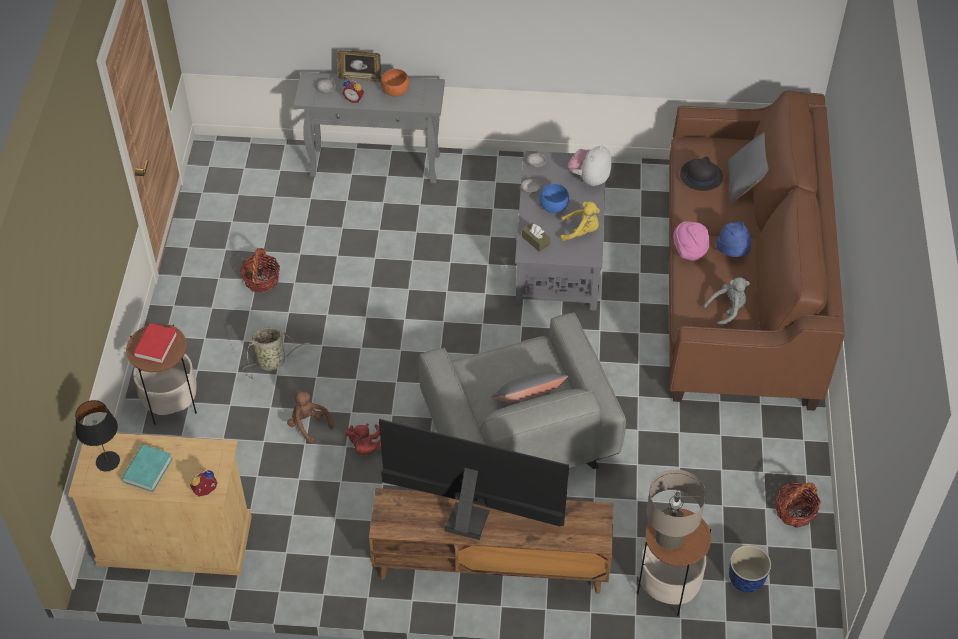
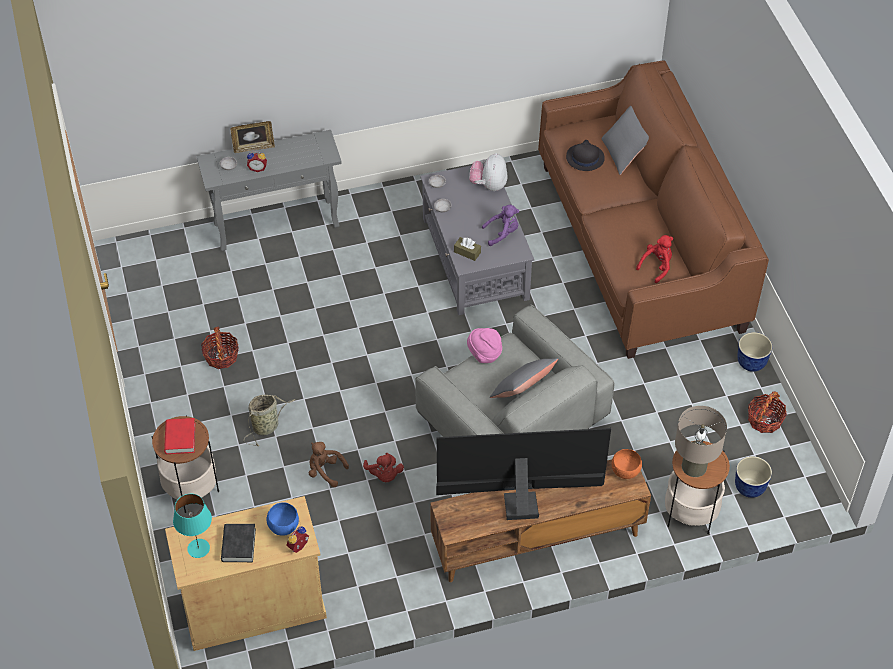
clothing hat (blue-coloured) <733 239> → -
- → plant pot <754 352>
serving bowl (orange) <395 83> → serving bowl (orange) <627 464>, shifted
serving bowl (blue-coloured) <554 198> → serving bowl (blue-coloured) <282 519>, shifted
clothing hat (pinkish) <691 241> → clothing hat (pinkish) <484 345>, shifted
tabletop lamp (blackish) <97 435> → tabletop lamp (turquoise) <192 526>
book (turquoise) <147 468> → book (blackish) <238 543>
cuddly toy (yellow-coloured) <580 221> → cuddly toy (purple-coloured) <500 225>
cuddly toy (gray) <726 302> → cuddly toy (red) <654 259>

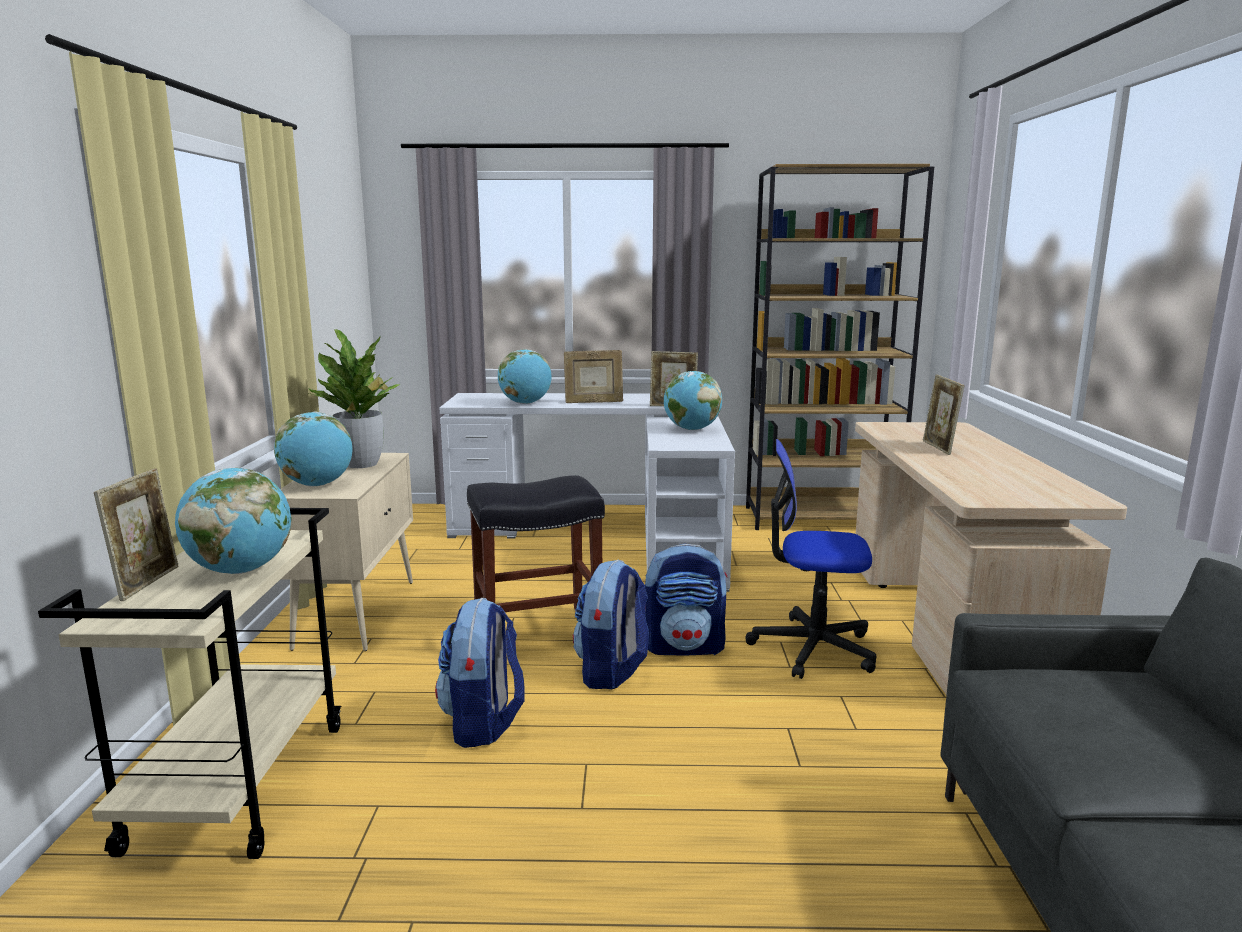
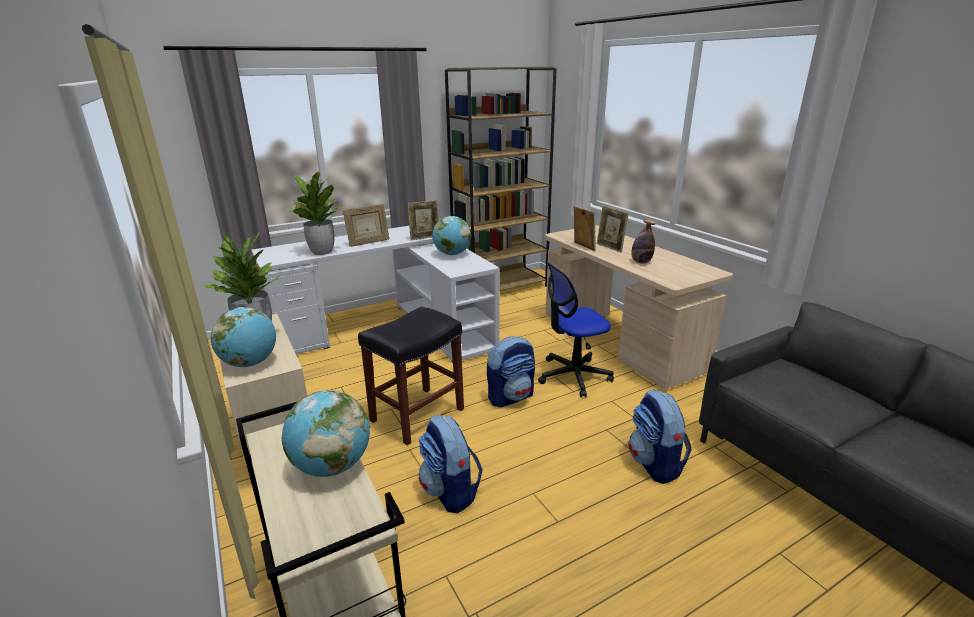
- → bottle <643 242>
standing frame <136 534> → standing frame <585 228>, shifted
rucksack <611 624> → rucksack <660 436>, shifted
world globe <525 376> → houseplant <316 213>

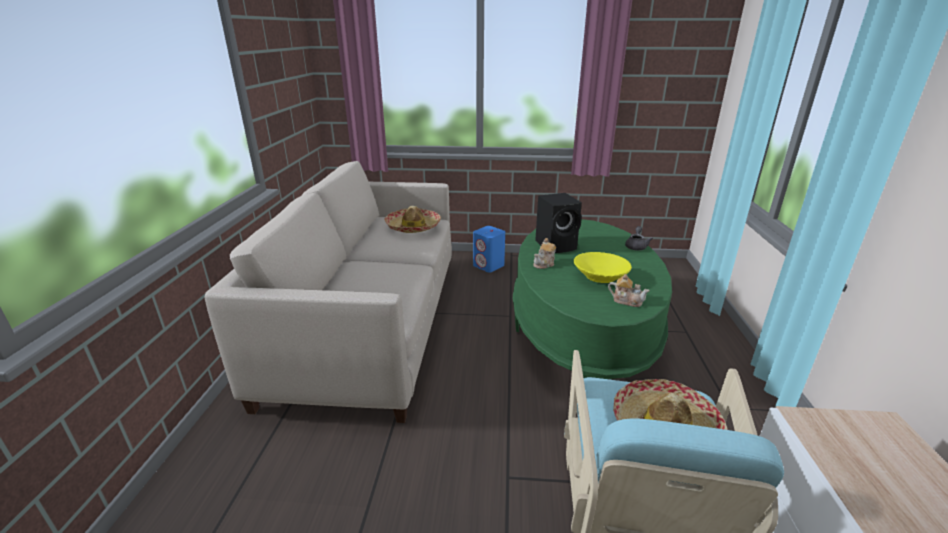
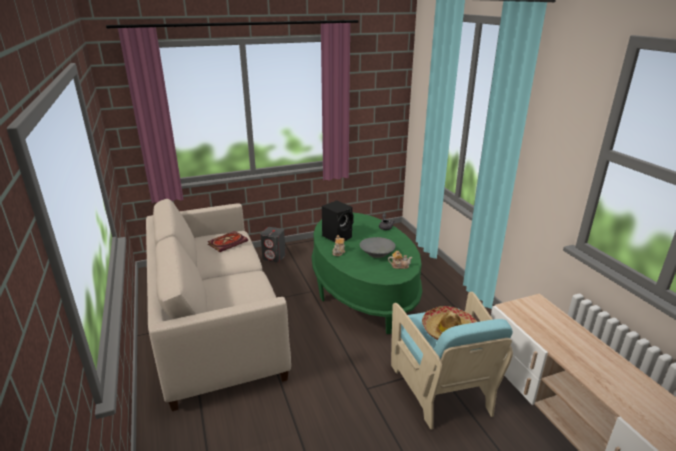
clothing hat <412 219> → book <227 241>
speaker (blue-coloured) <489 249> → speaker (gray) <273 244>
serving bowl (yellow-coloured) <603 267> → serving bowl (gray) <378 247>

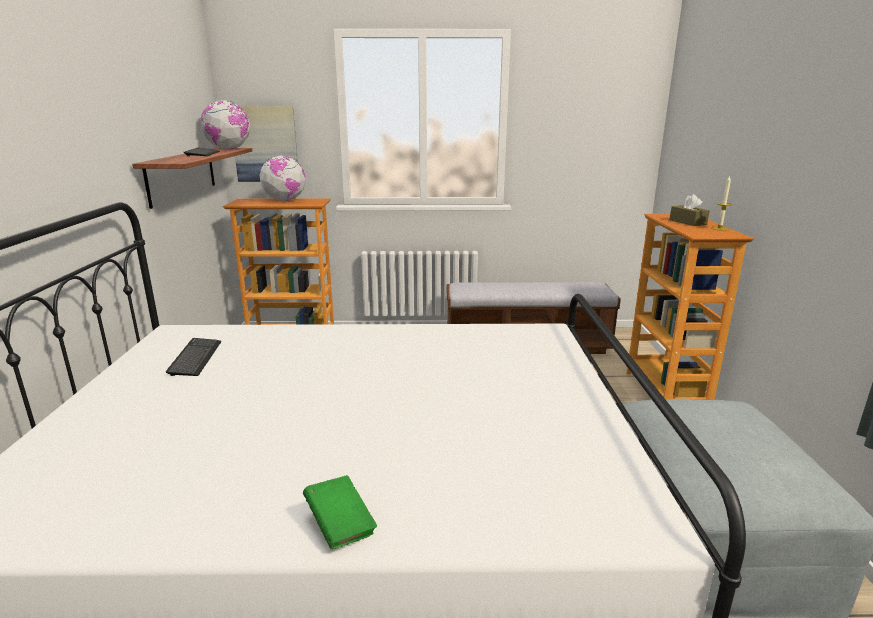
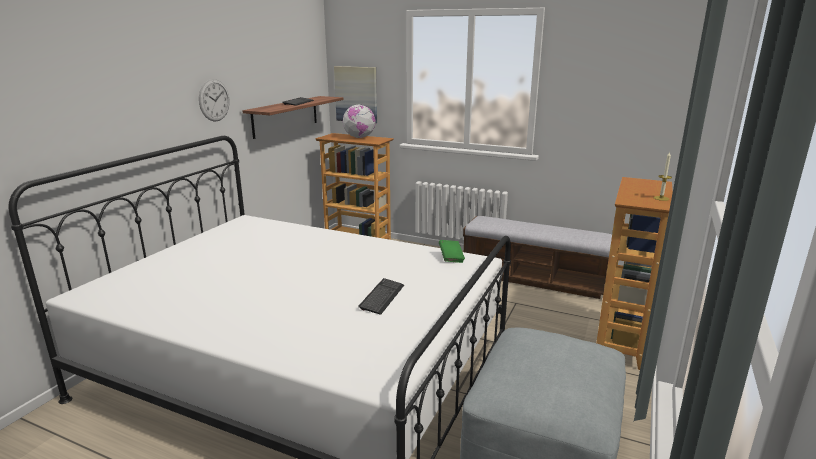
world globe <225 124> → -
box of tissues (brown-coloured) <690 210> → -
- → clock on the wall <214 100>
computer keyboard <193 357> → computer keyboard <381 296>, shifted
book (greenish) <340 512> → book (greenish) <452 251>, shifted

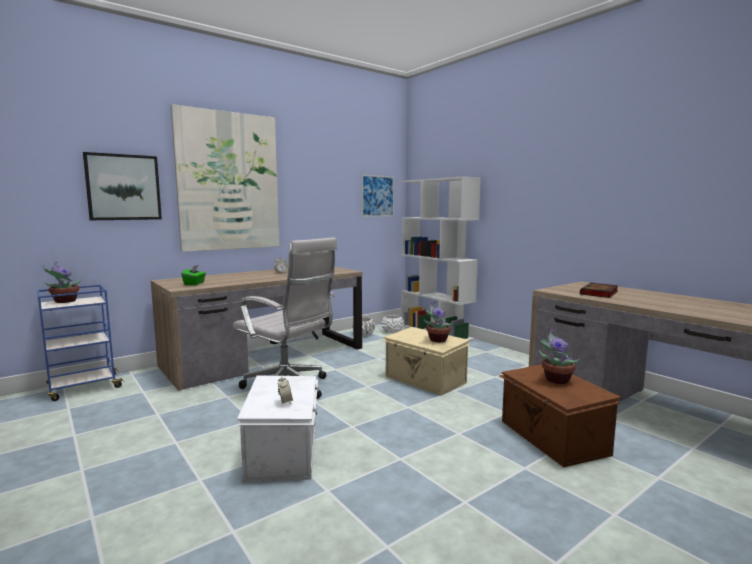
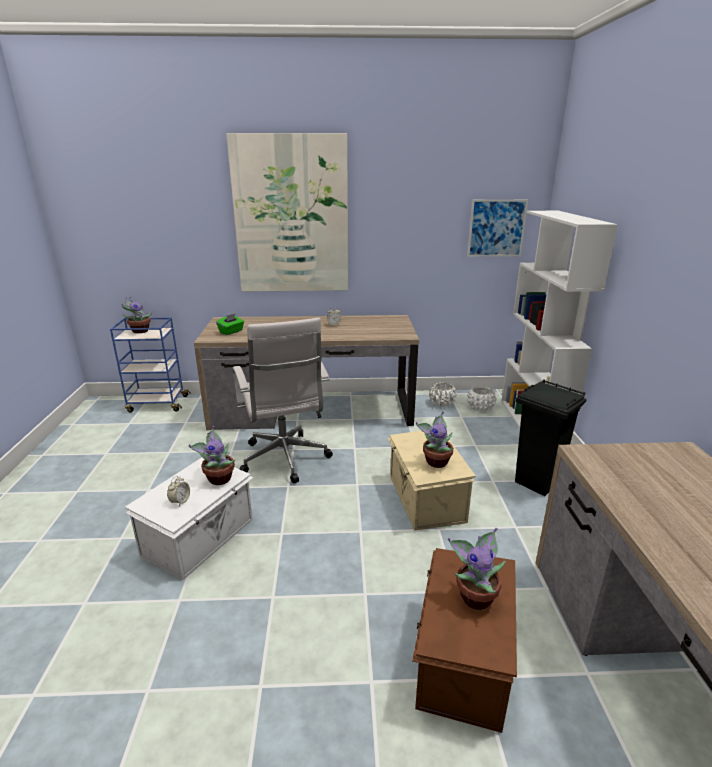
picture <122 186> → -
book <599 290> → -
- → houseplant <212 455>
- → waste bin (blackish) <551 437>

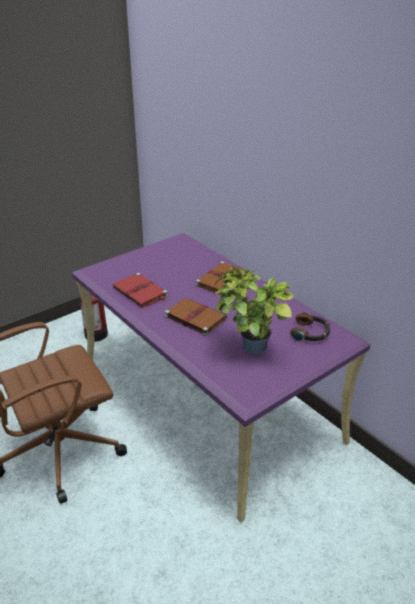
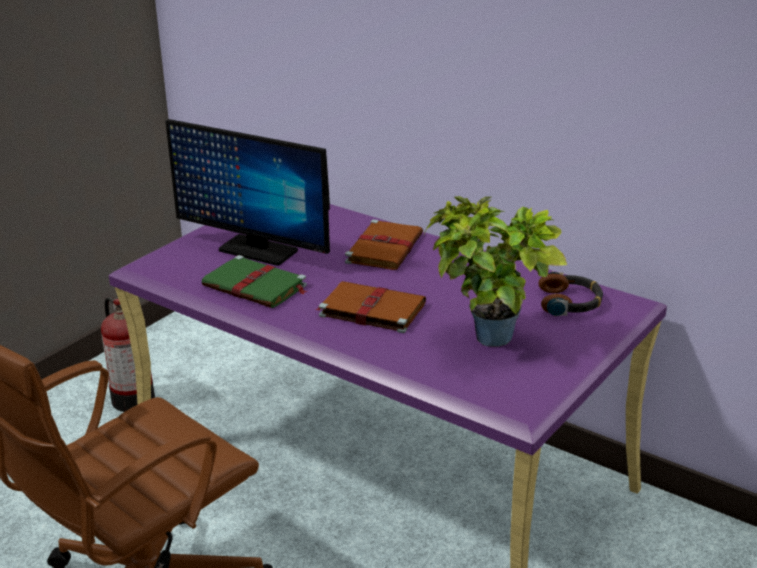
- → monitor <247 192>
book (red) <140 290> → book (greenish) <254 281>

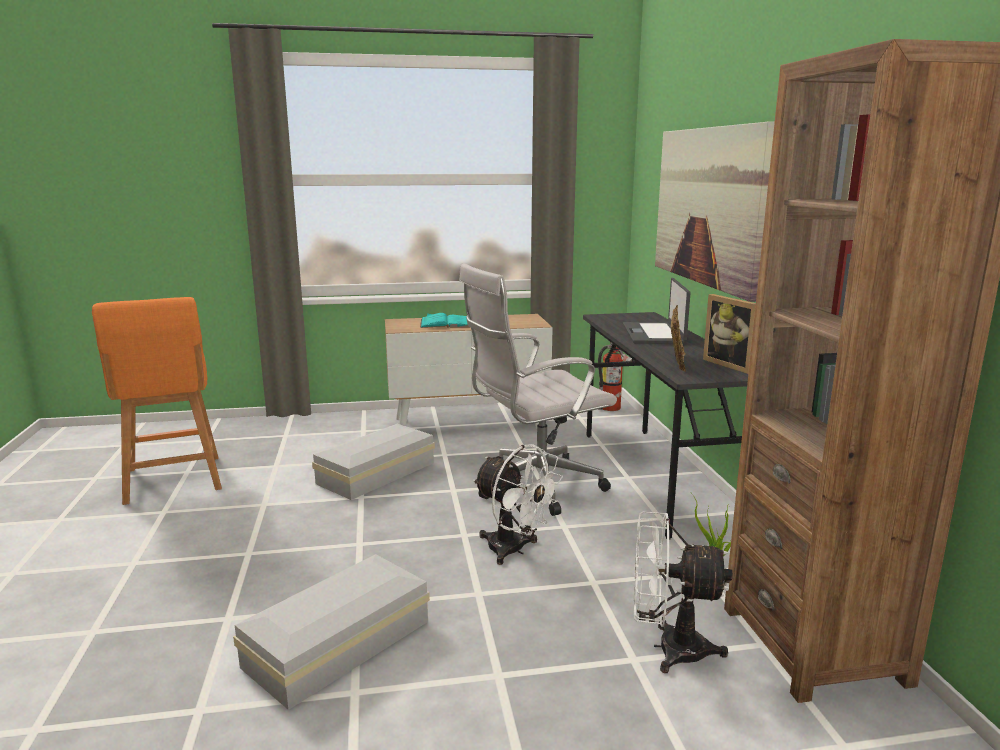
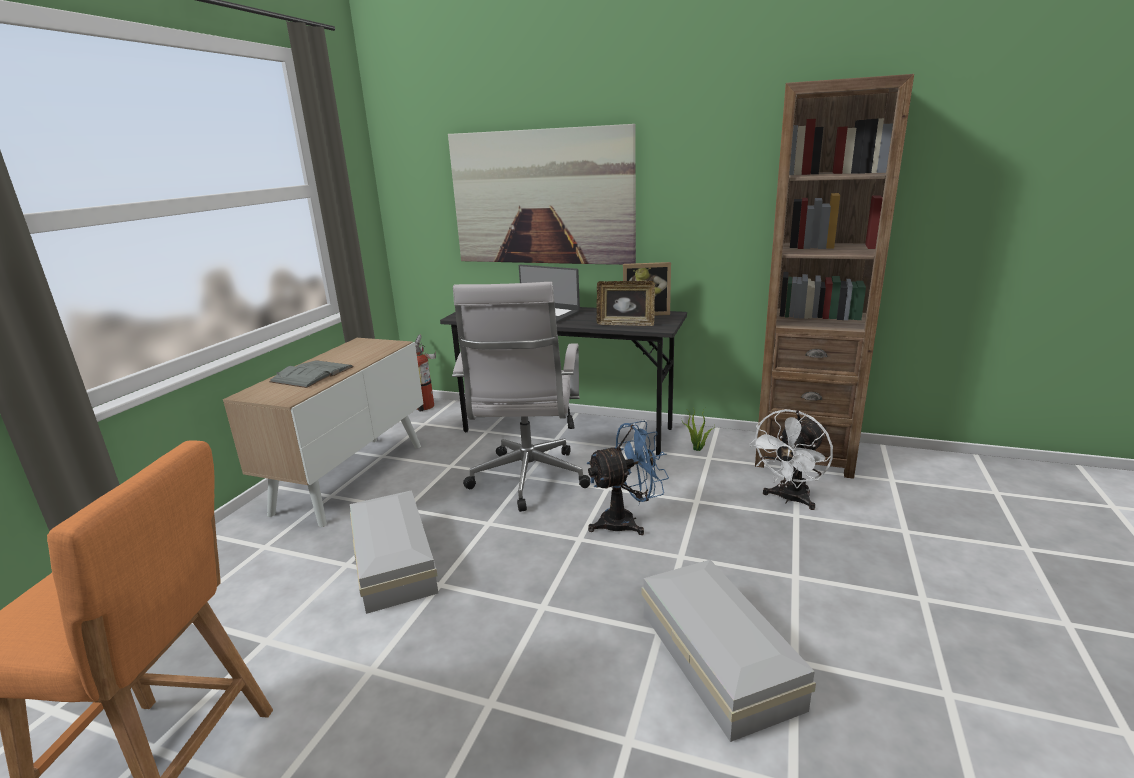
book (turquoise) <444 320> → book (gray) <311 374>
fan (whitish) <518 504> → fan (blue-coloured) <627 478>
standing frame <678 338> → standing frame <625 303>, 150 degrees clockwise

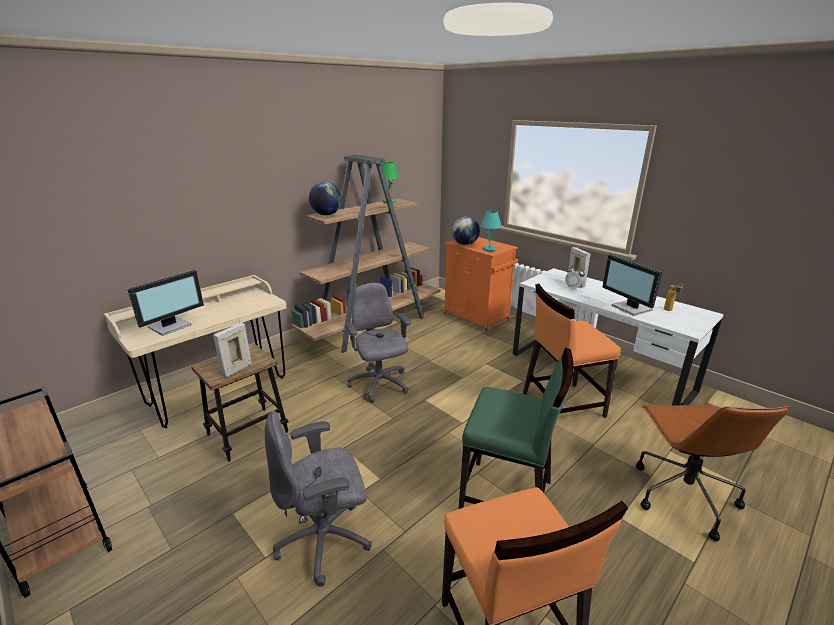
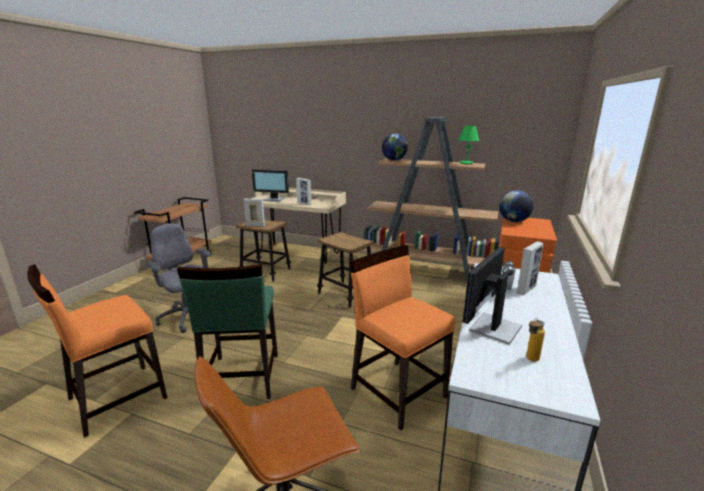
tabletop lamp (turquoise) <491 230> → -
- → standing frame <304 192>
office chair (gray) <378 343> → stool seat <345 270>

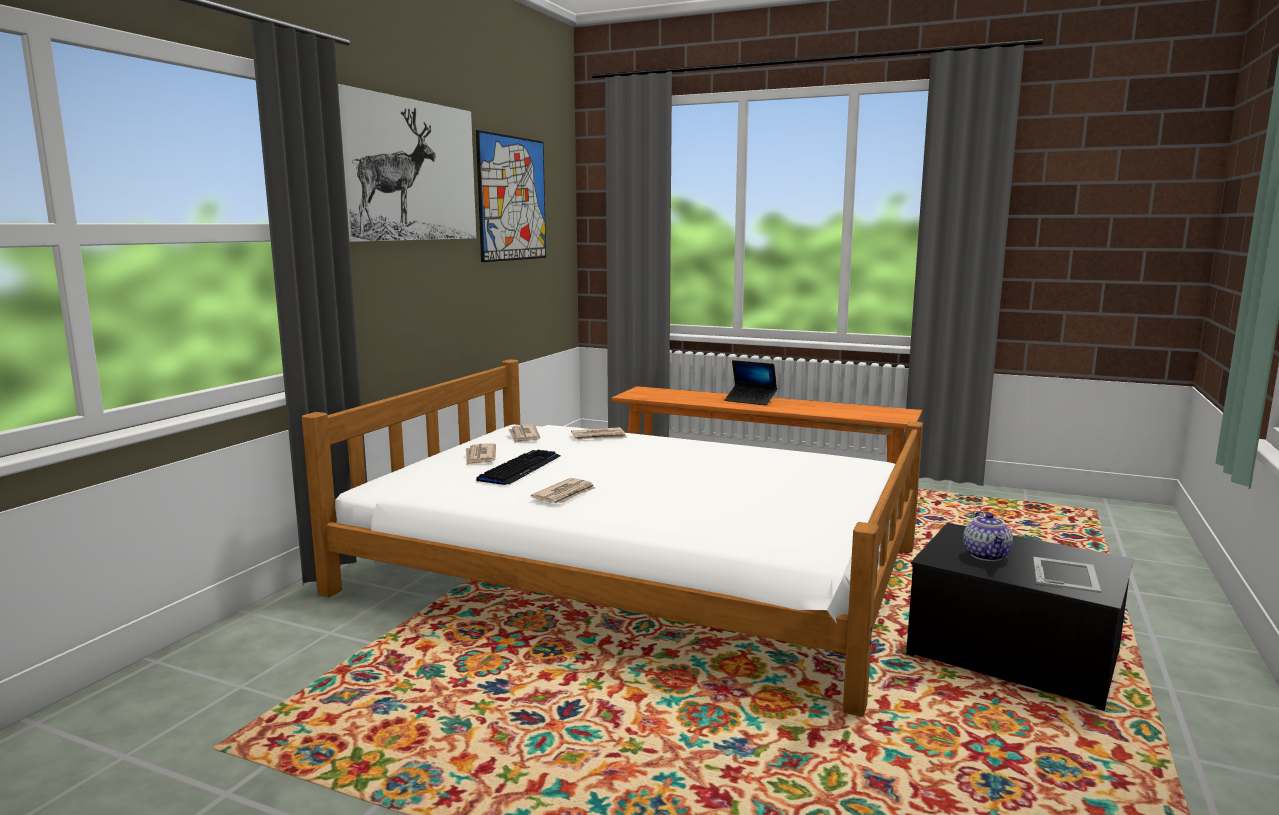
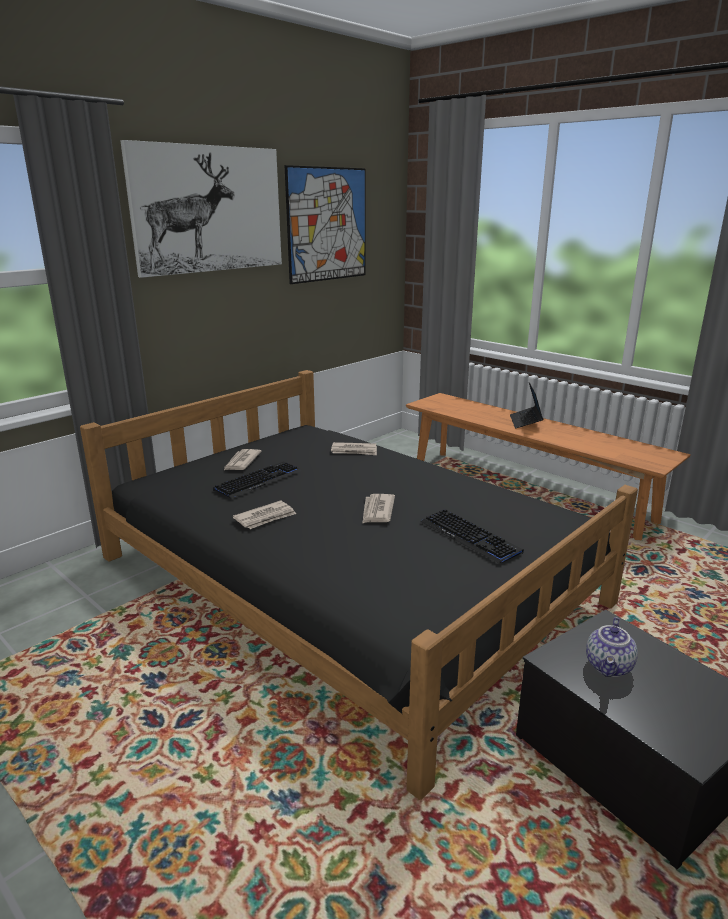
standing frame <1067 575> → -
- → computer keyboard <472 536>
printed paper <524 433> → printed paper <378 509>, shifted
bed (whitish) <612 538> → bed (blackish) <359 585>
portable computer <750 383> → portable computer <526 405>, 45 degrees clockwise

